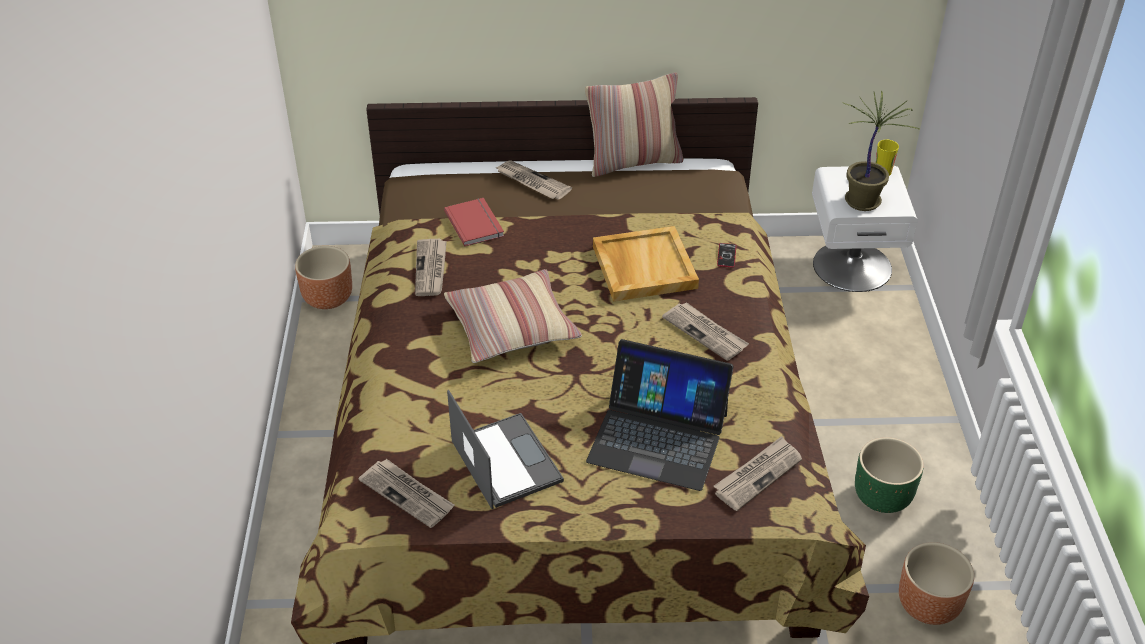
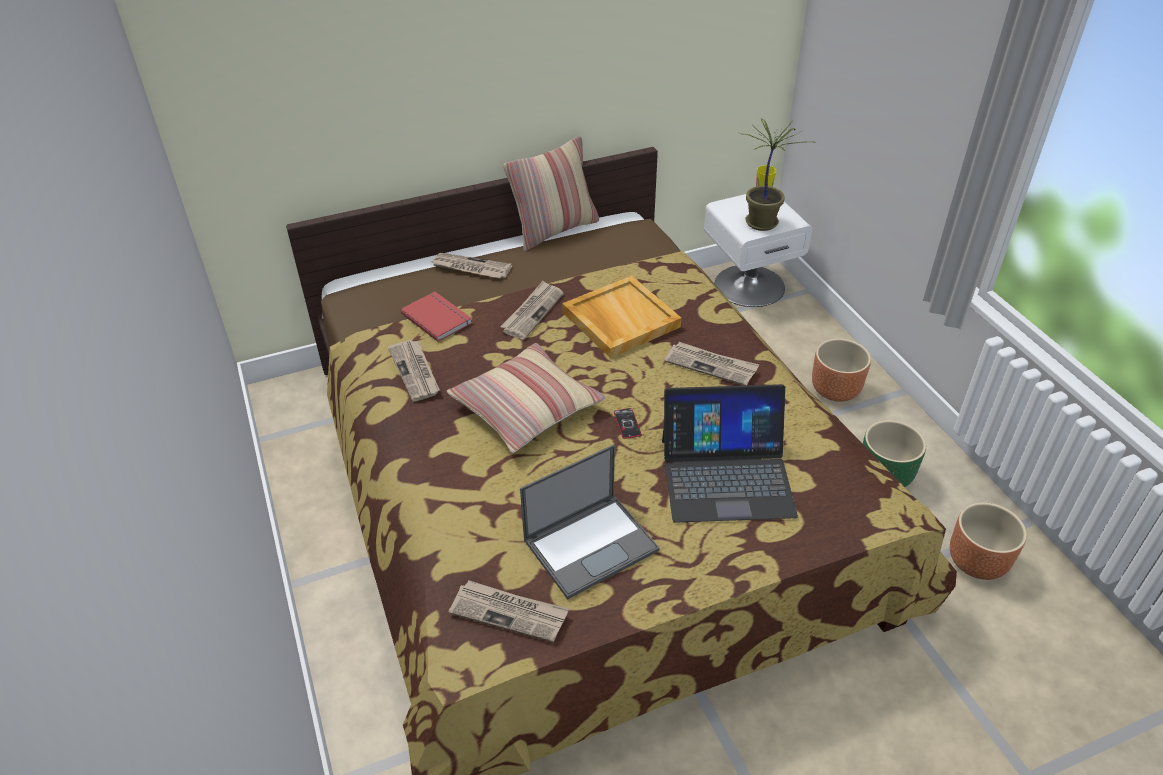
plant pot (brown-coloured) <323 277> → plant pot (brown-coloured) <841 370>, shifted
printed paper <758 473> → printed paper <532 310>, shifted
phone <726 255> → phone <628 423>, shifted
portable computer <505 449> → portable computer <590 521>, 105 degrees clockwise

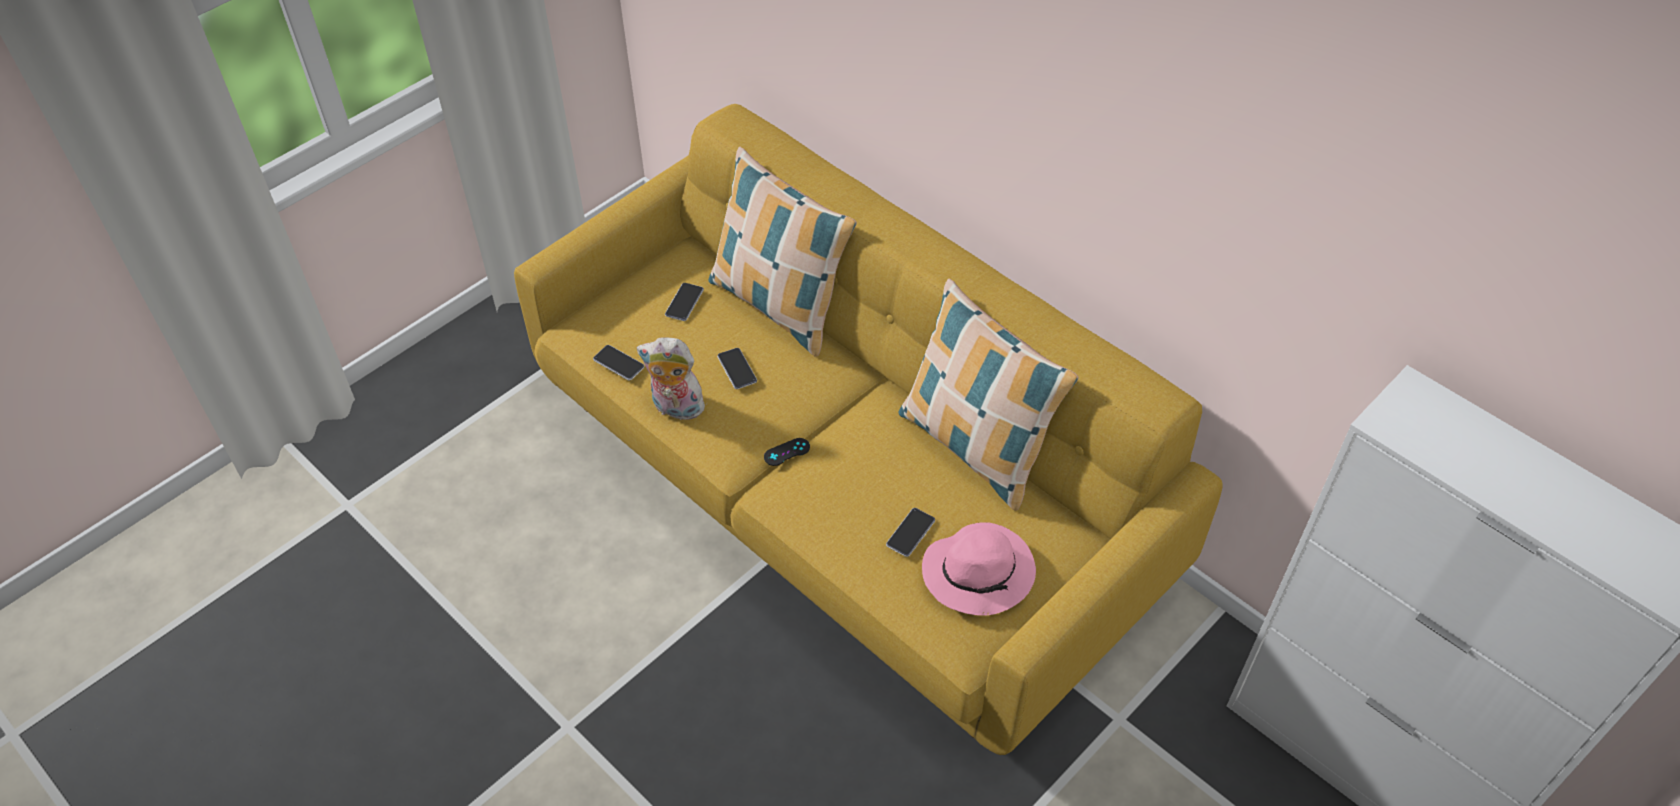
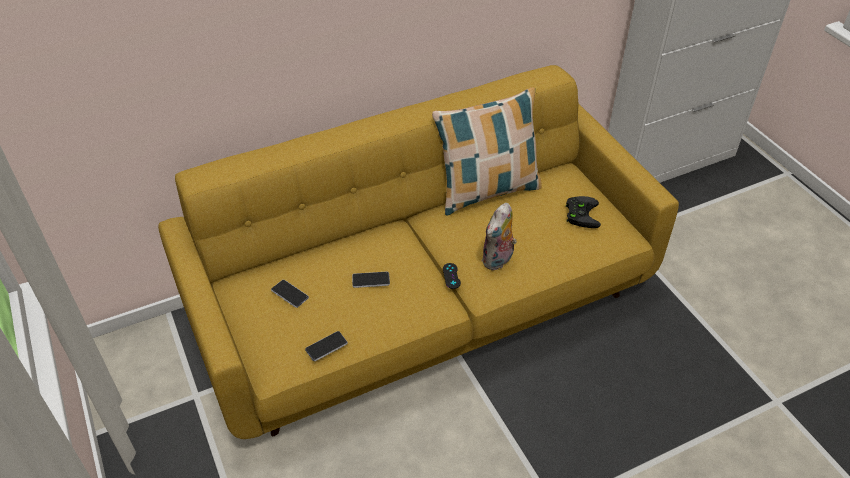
throw pillow <782 252> → -
phone <910 532> → -
cuddly toy <671 378> → cuddly toy <499 236>, shifted
clothing hat (pinkish) <979 569> → game controller (blackish) <583 212>

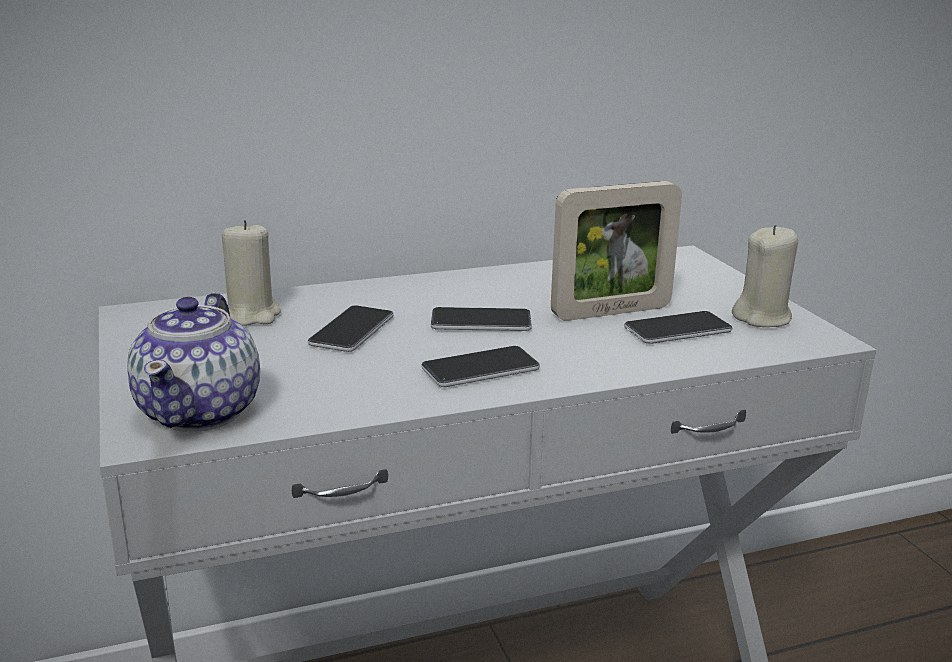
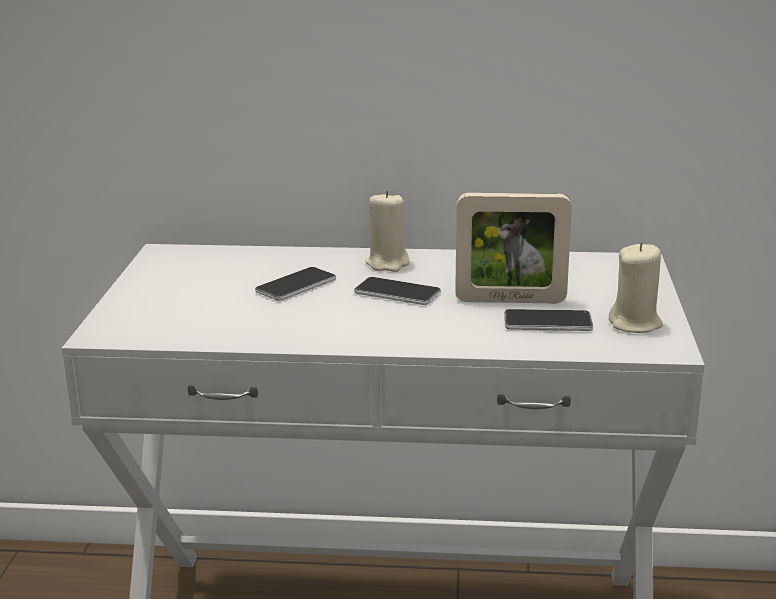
tea pot <193 362> → -
phone <480 366> → -
candle (beige-coloured) <251 273> → candle (beige-coloured) <388 231>, shifted

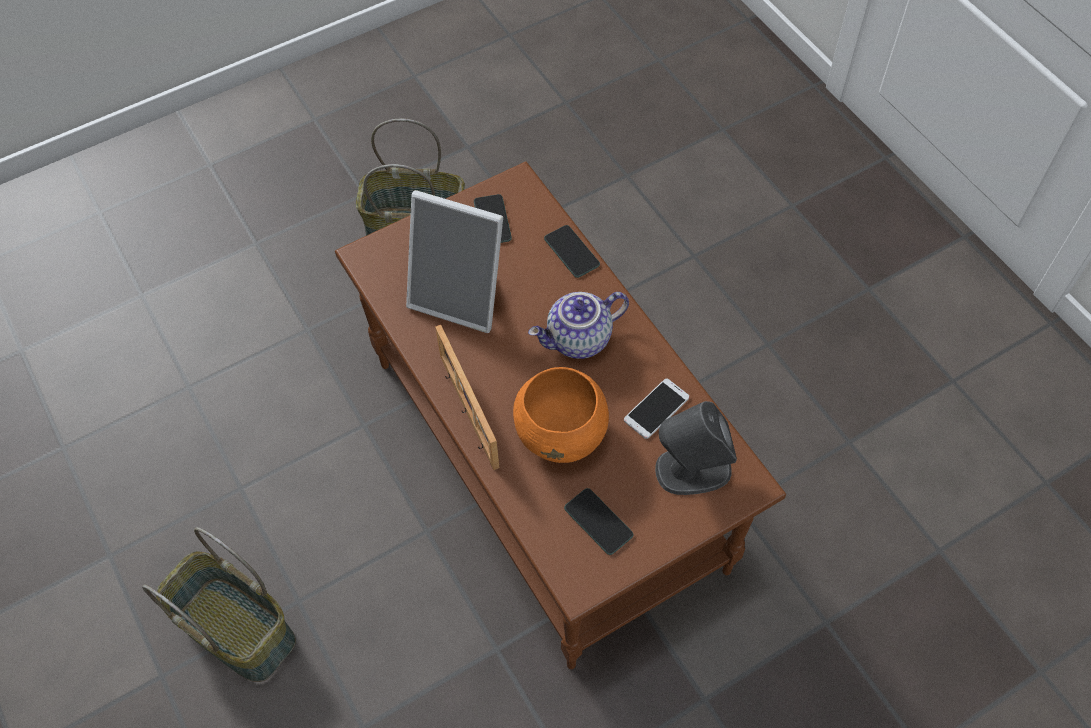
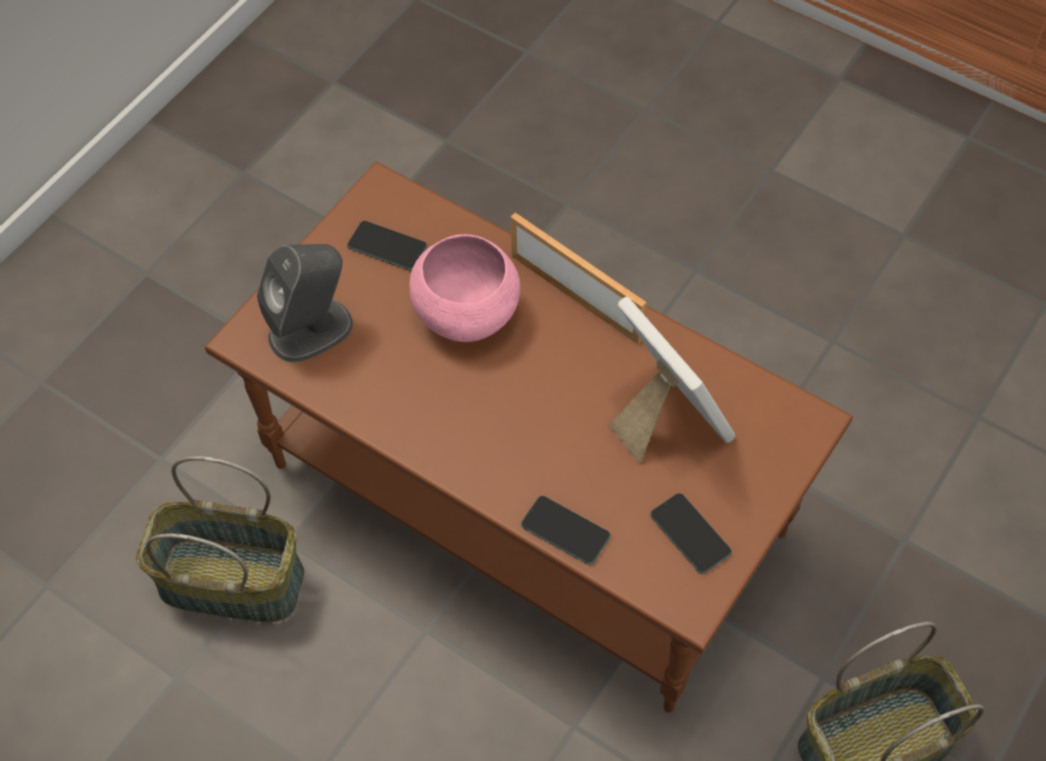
tea pot <578 325> → -
phone <656 409> → -
household basket <219 604> → household basket <220 539>, shifted
serving bowl (orange) <561 415> → serving bowl (pinkish) <465 288>
standing frame <454 261> → standing frame <671 380>, 60 degrees clockwise

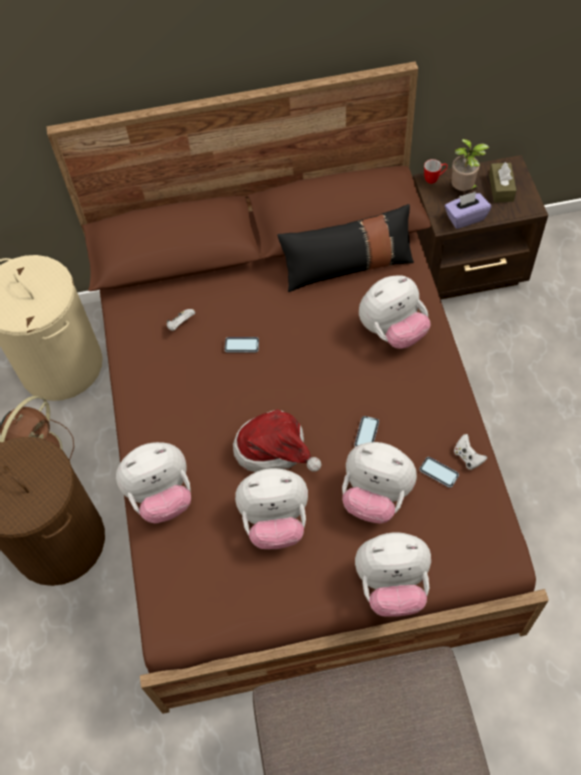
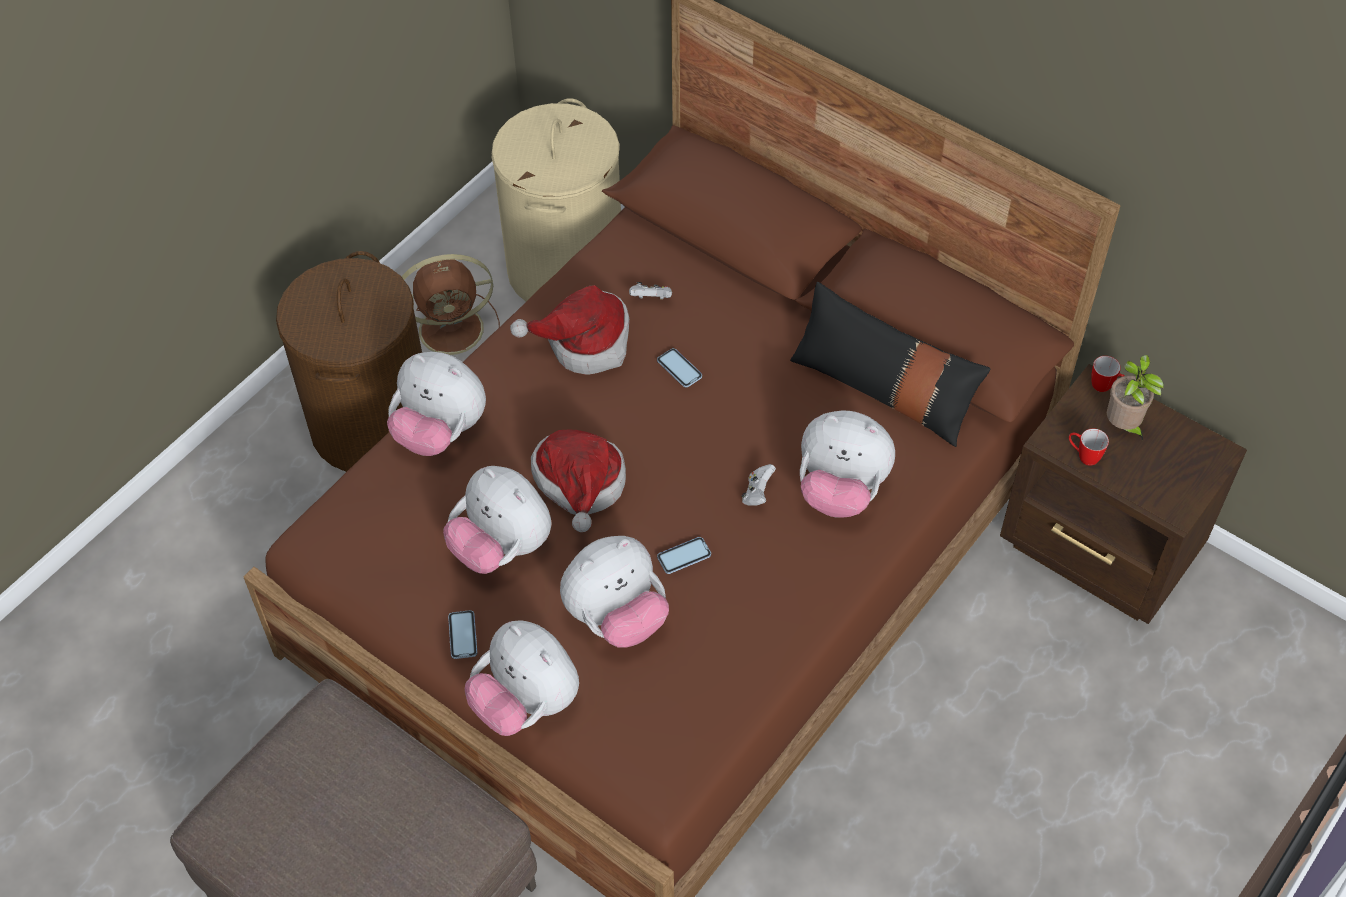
box of tissues (brown-coloured) <502 182> → -
- → clothing hat <569 329>
phone <439 472> → phone <462 634>, shifted
game controller (whitish) <470 452> → game controller (whitish) <758 485>, shifted
box of tissues (purple-coloured) <468 210> → mug <1089 447>
cuddly toy <379 483> → cuddly toy <614 592>, 105 degrees counterclockwise

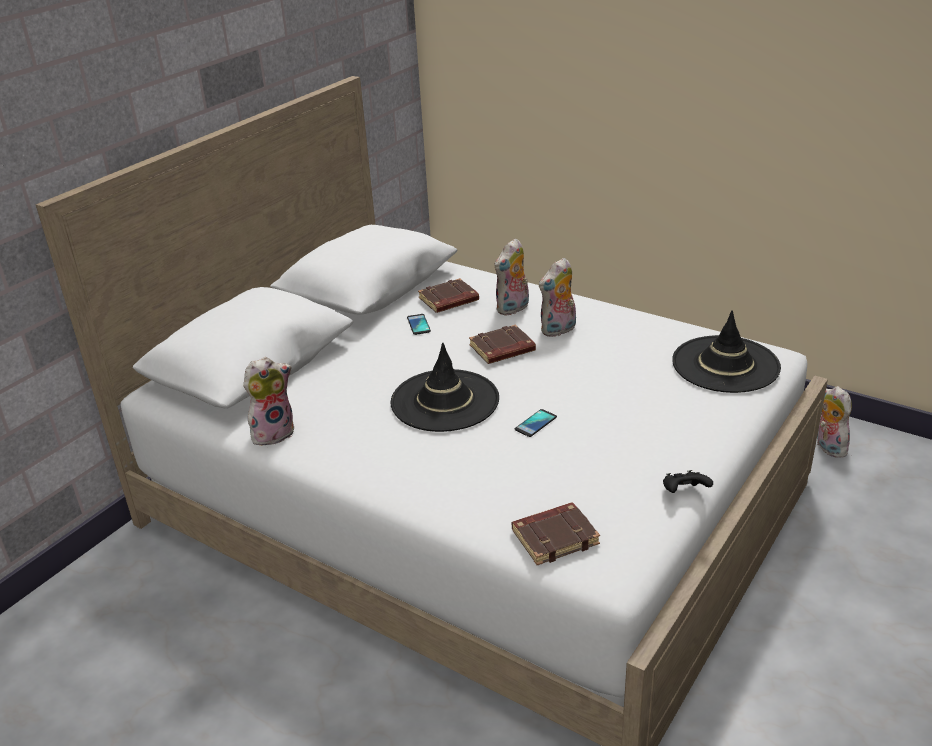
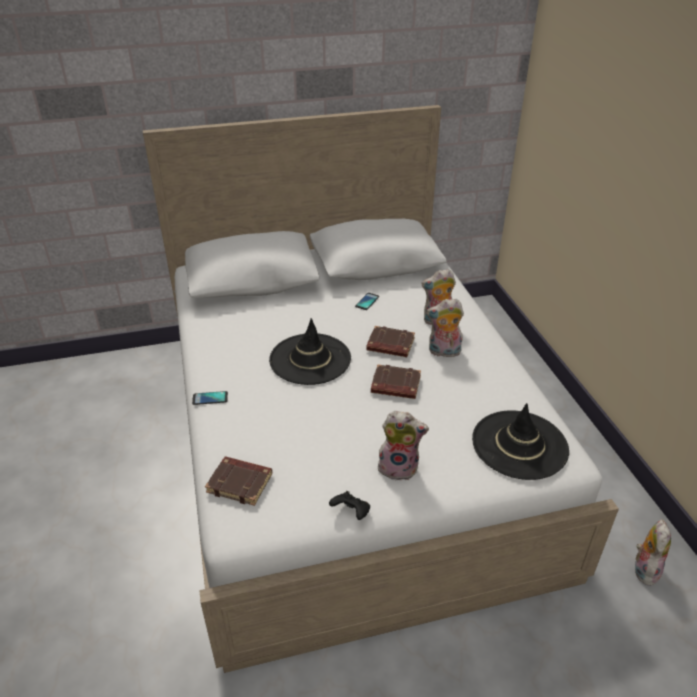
cuddly toy <268 401> → cuddly toy <403 445>, shifted
book (brown-coloured) <448 295> → book (brown-coloured) <396 381>, shifted
phone <536 423> → phone <210 398>, shifted

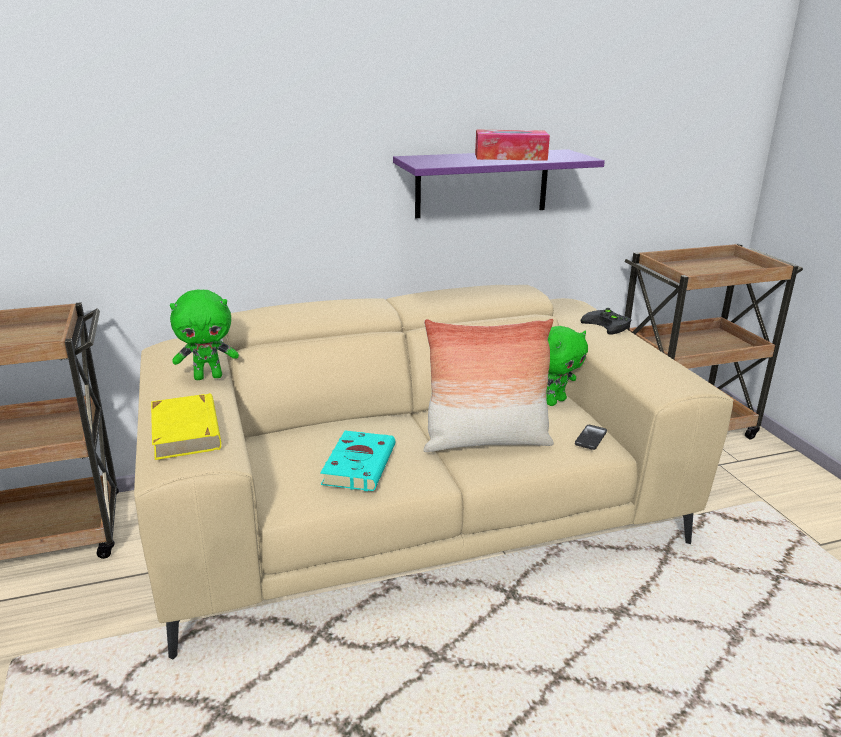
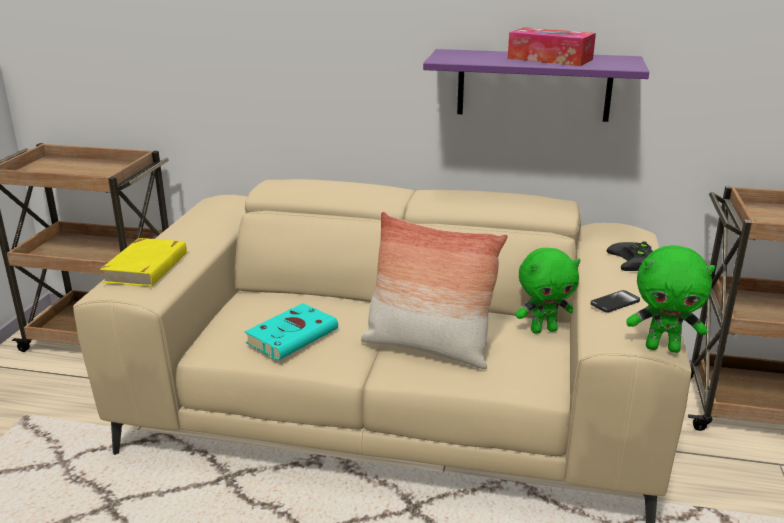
cuddly toy (greenish) <204 334> → cuddly toy (greenish) <670 299>, shifted
phone <591 437> → phone <615 301>, shifted

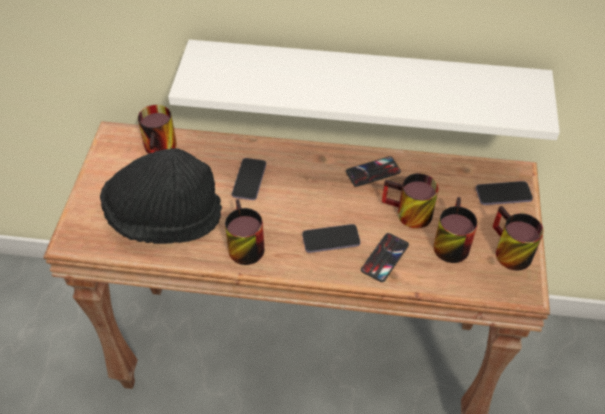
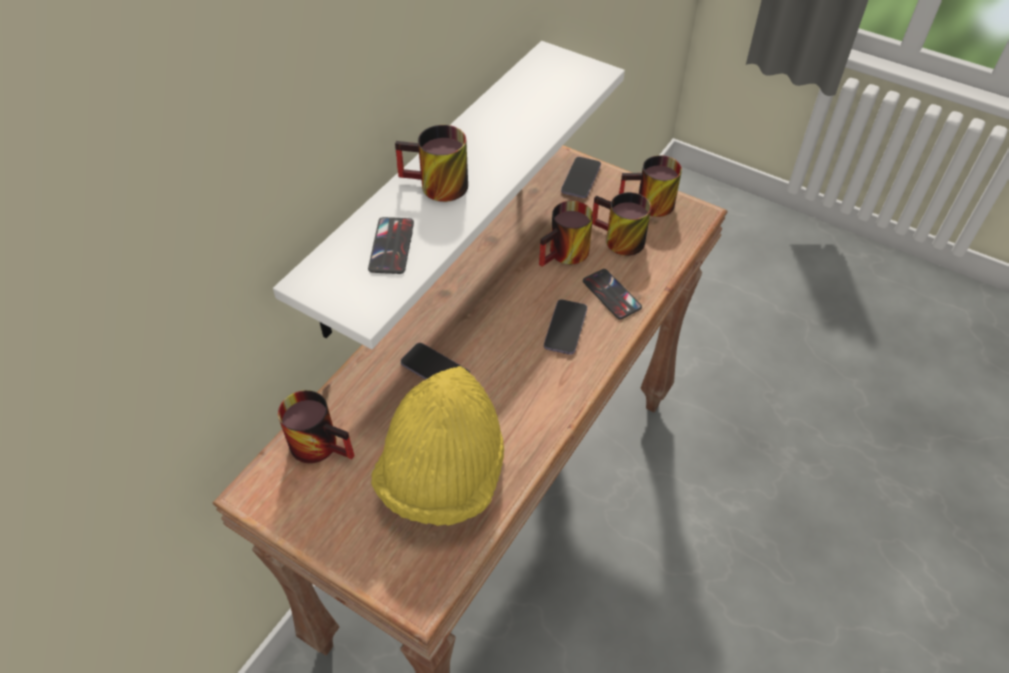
mug <244 232> → mug <431 163>, shifted
phone <373 171> → phone <391 245>, shifted
clothing hat (blackish) <161 196> → clothing hat (yellow-coloured) <437 446>

